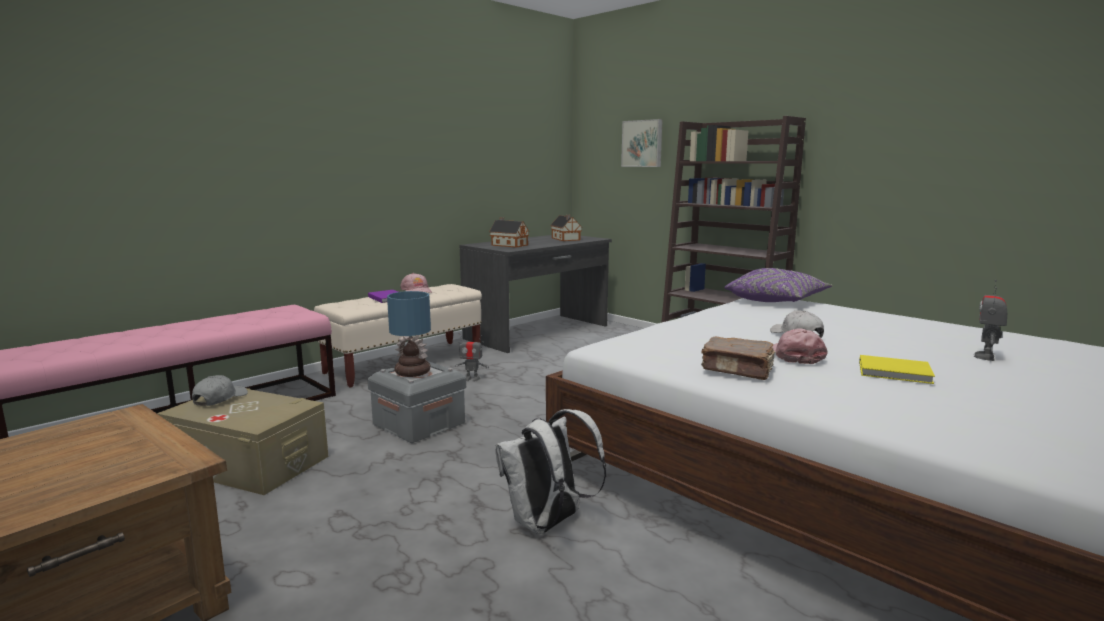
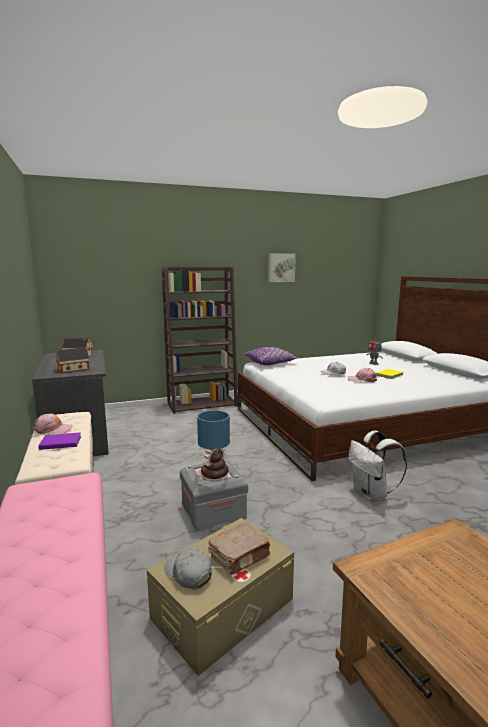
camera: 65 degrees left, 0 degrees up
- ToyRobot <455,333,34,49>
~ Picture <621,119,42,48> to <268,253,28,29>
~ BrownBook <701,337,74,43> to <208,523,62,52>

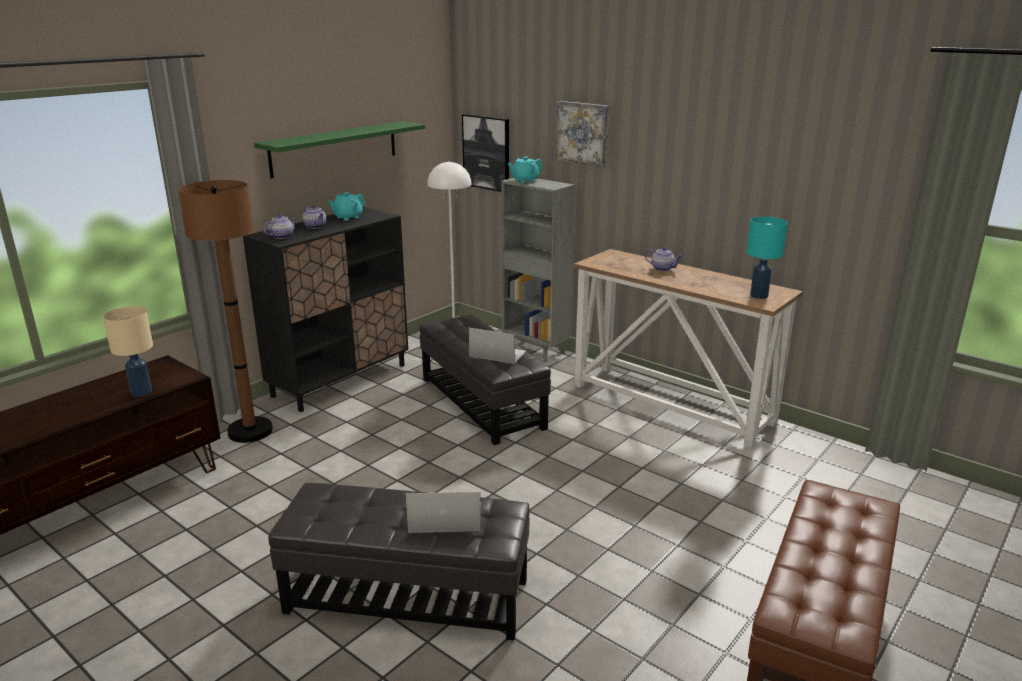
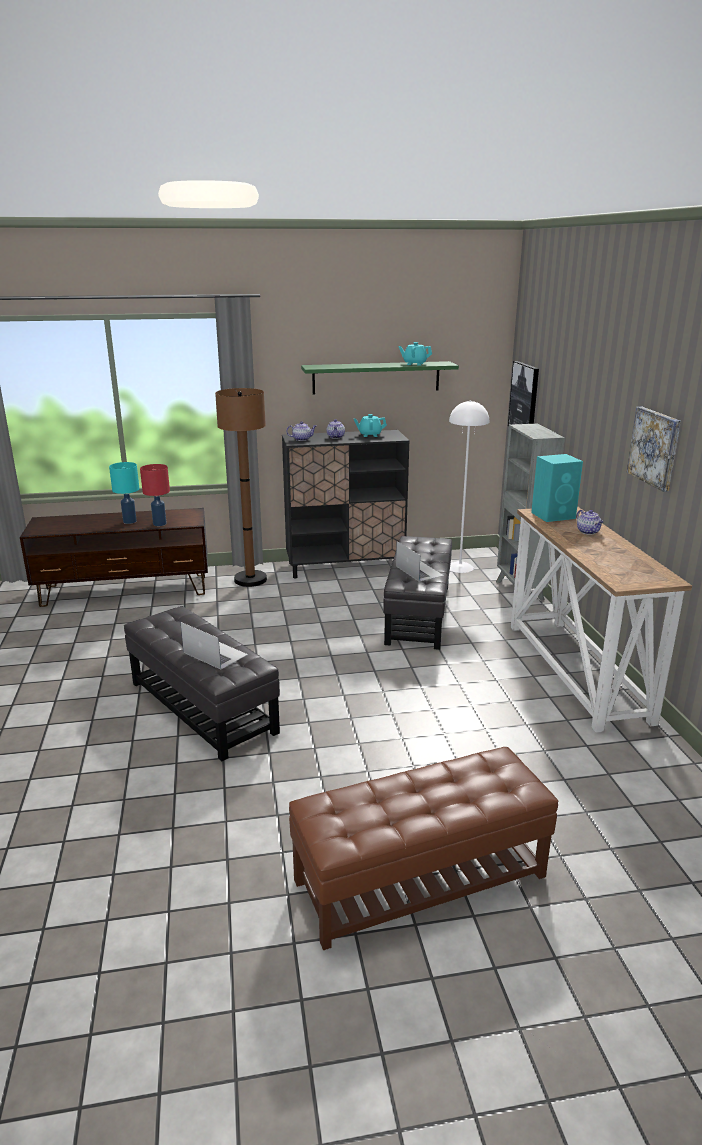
camera: 40 degrees right, 0 degrees up
+ TurquoiseSpeaker <531,454,52,68>
~ TurquoiseTeapot <508,156,35,27> to <398,342,34,24>
~ Picture <556,101,53,66> to <627,407,54,85>
~ TurquoiseTableLamp <747,217,41,82> to <109,462,31,62>
~ BeigeTableLamp <103,306,50,91> to RedTableLamp <140,464,30,62>

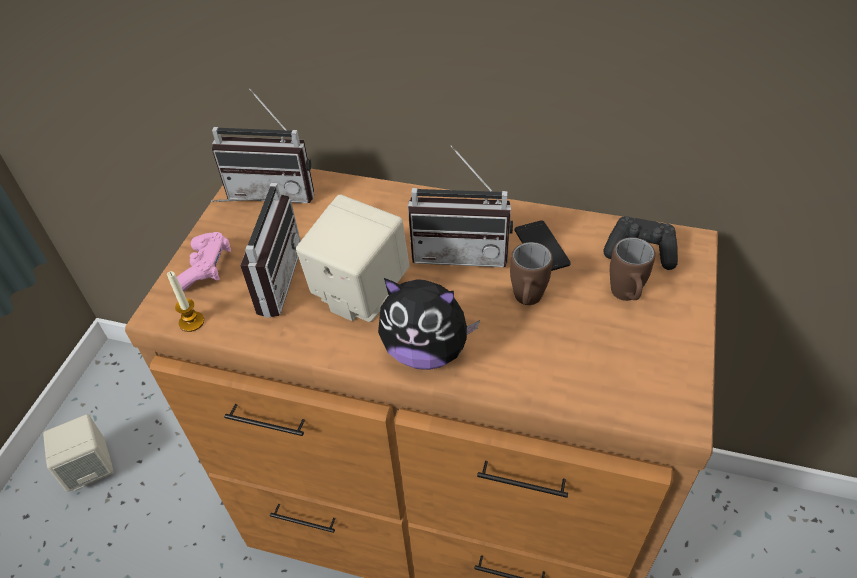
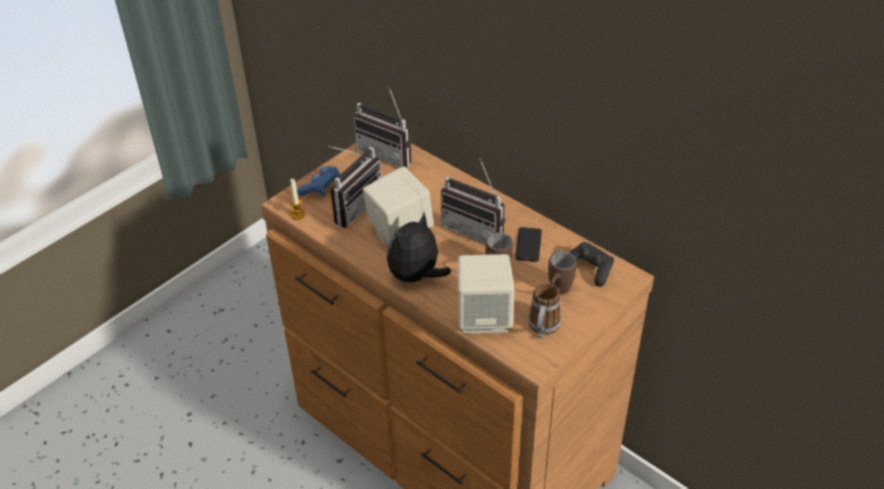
camera: 25 degrees right, 5 degrees down
+ Mug <528,283,33,55>
~ BeigeSpeaker <43,414,71,78> to <458,254,56,80>
~ PinkGameController <177,232,54,59> to BlueGameController <297,166,43,30>
~ PlushToy <378,278,102,92> = <387,212,64,74> 90 degrees clockwise

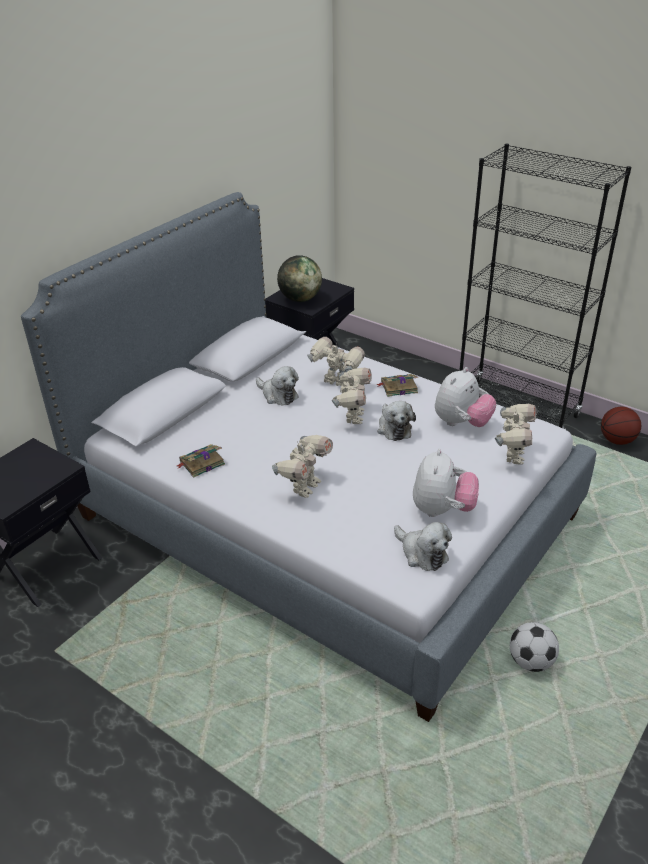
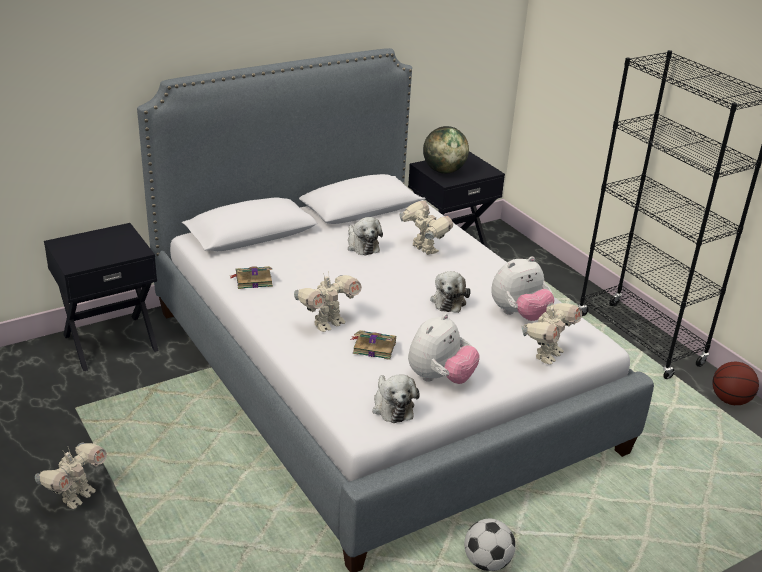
camera: 20 degrees right, 5 degrees down
~ ToyRobot <332,368,40,56> to <35,442,72,67>
~ Book <376,374,42,23> to <351,330,45,30>

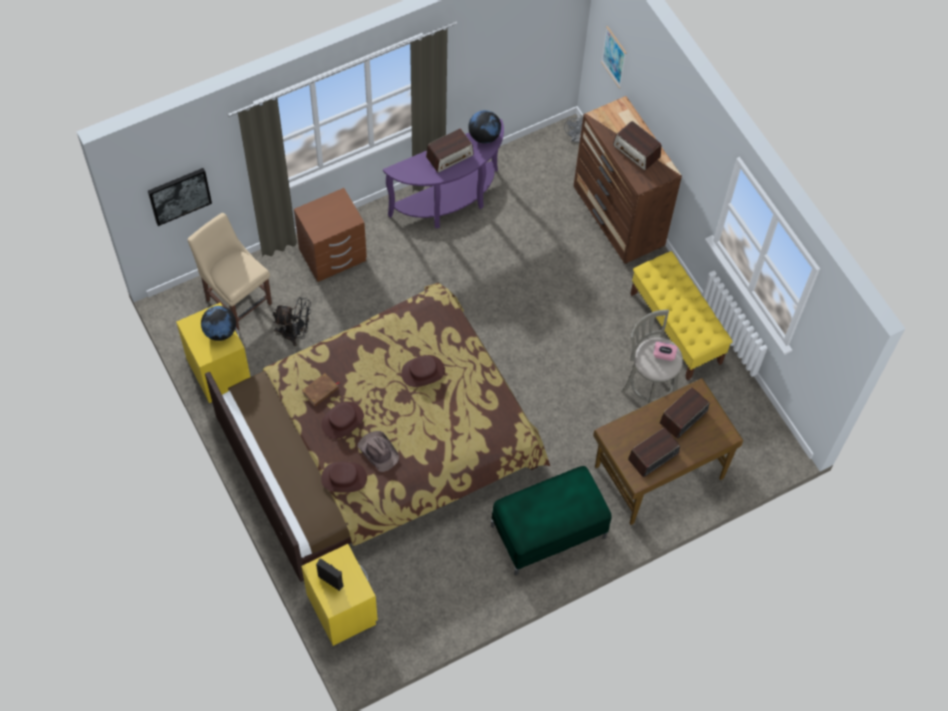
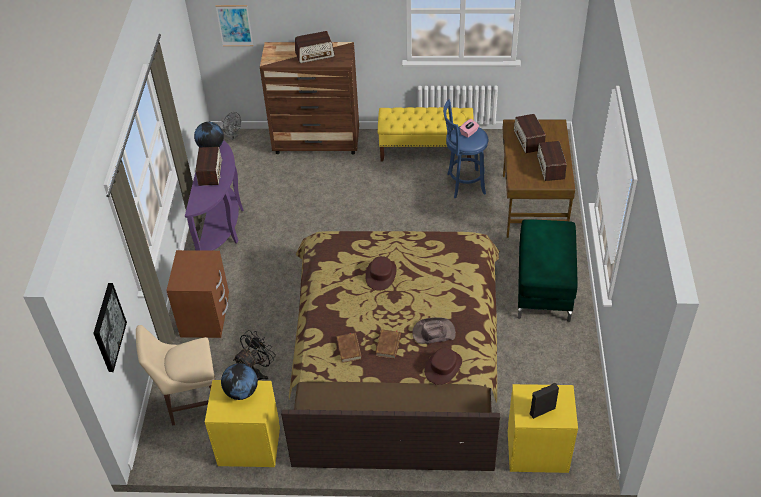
camera: 55 degrees left, 15 degrees down
~ BrownHat <321,401,43,38> to BrownBook <376,329,25,30>
~ GreyStool <621,310,62,94> to BlueStool <443,99,45,100>

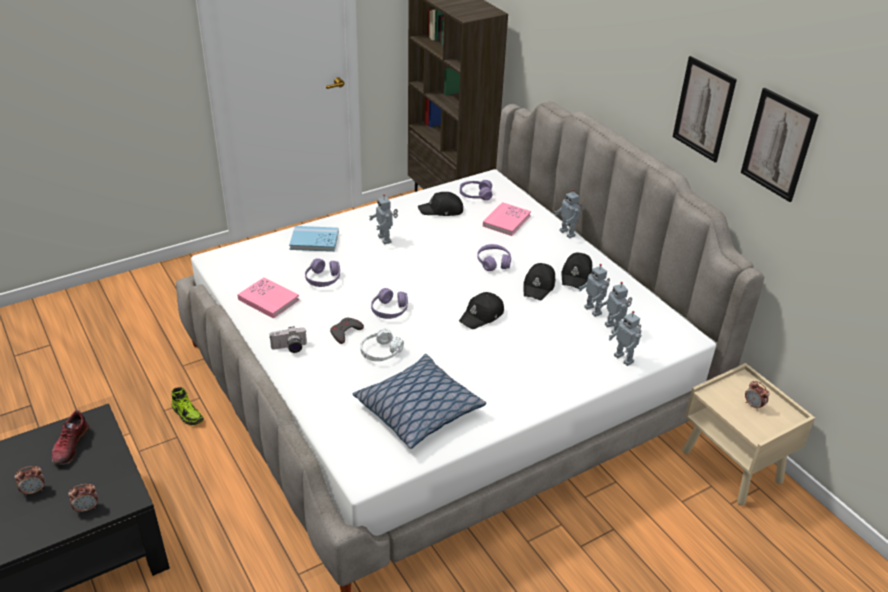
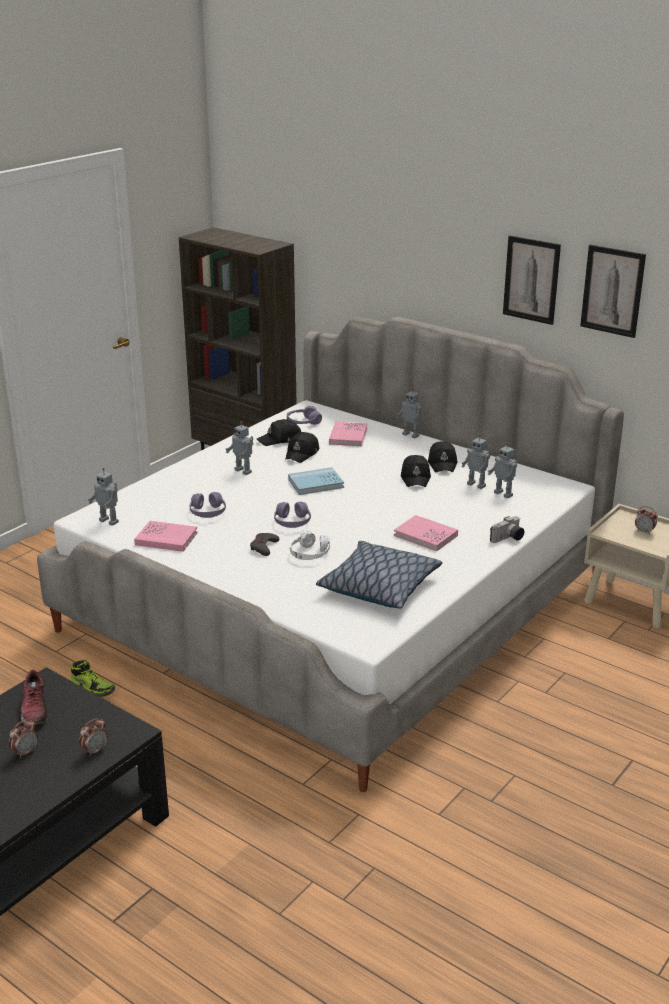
camera: 20 degrees left, 10 degrees down
- PurpleHeadphones <477,244,34,27>
+ PinkBook <394,515,64,36>
~ PhotoCamera <269,326,38,27> to <490,516,34,27>
~ BlueBook <289,226,50,26> to <288,467,56,28>
~ BlackCap <459,292,45,37> to <285,432,34,31>
~ ToyRobot <608,311,33,55> to <88,468,31,58>

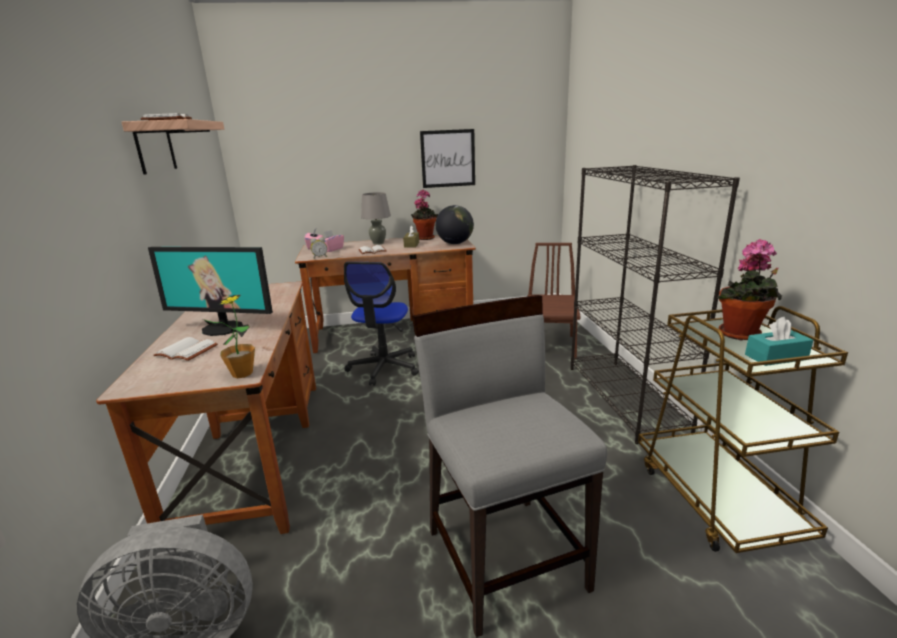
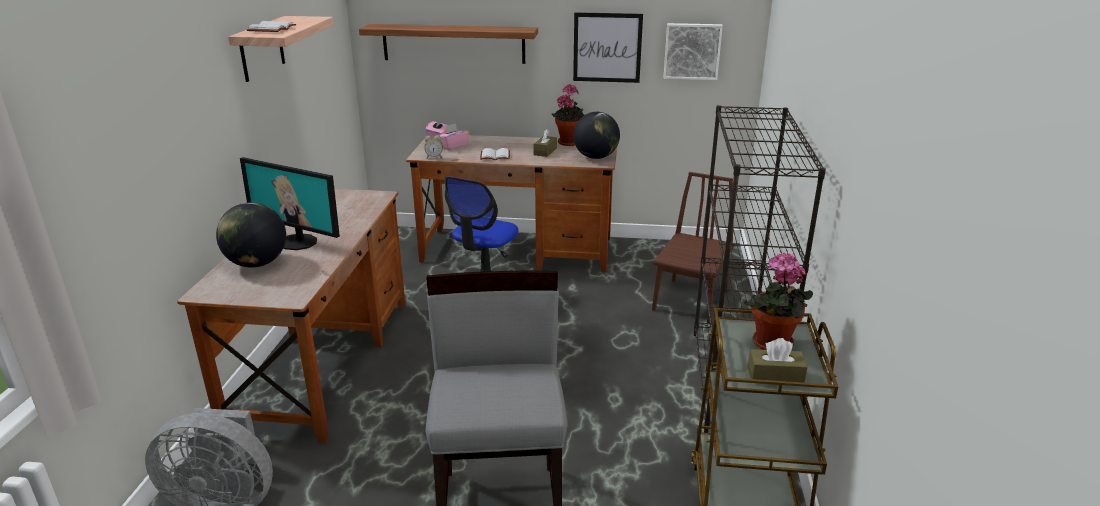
camera: 15 degrees right, 5 degrees up
- PottedPlant <203,295,52,83>
- GreyTableLamp <361,192,30,53>
+ Shelf <359,24,179,40>
+ Picture <664,23,59,57>
~ WhiteBook <154,337,64,24> to Globe <216,202,70,66>
~ TurquoiseTissueBox <745,317,68,49> to BrownTissueBox <748,338,60,45>

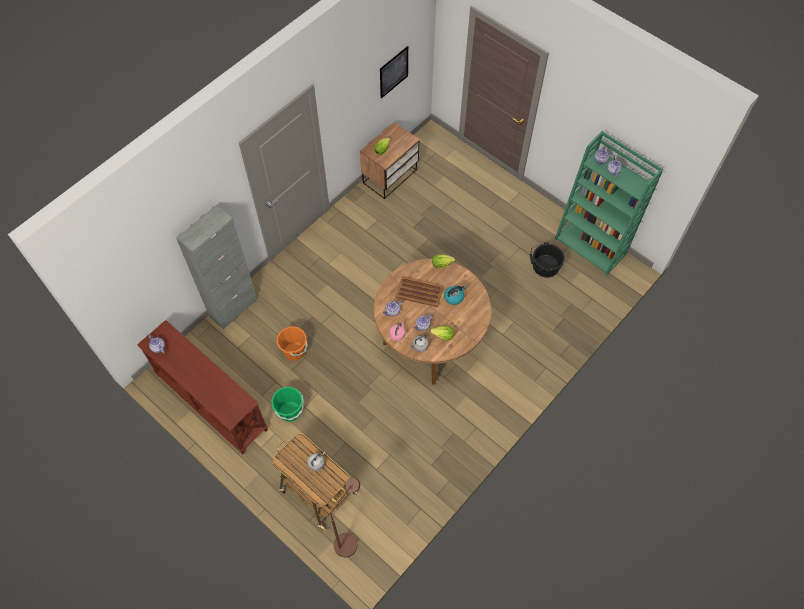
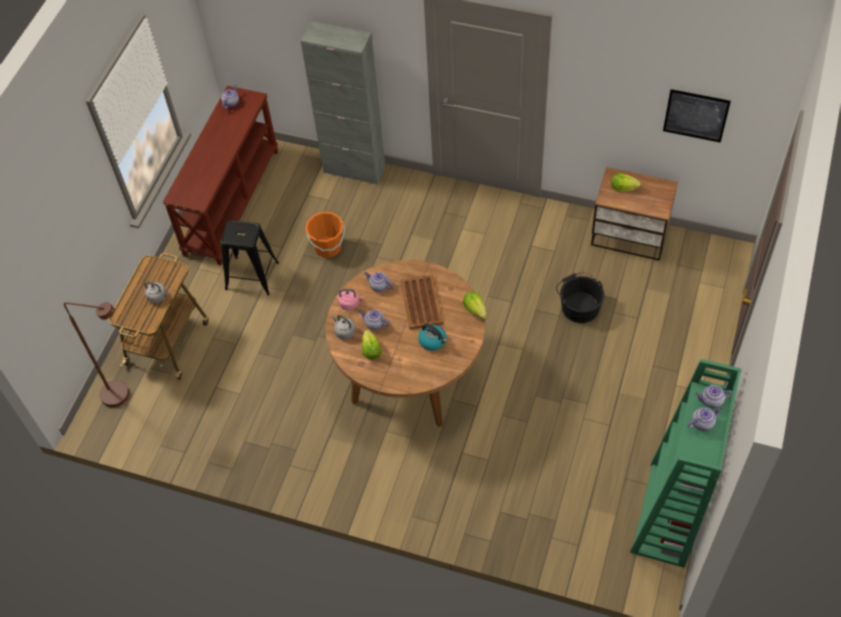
camera: 70 degrees right, 5 degrees down
~ BlackBucket <530,242,35,35> to <556,273,48,50>
~ GreenBucket <271,387,33,35> to BlackStool <220,220,59,75>

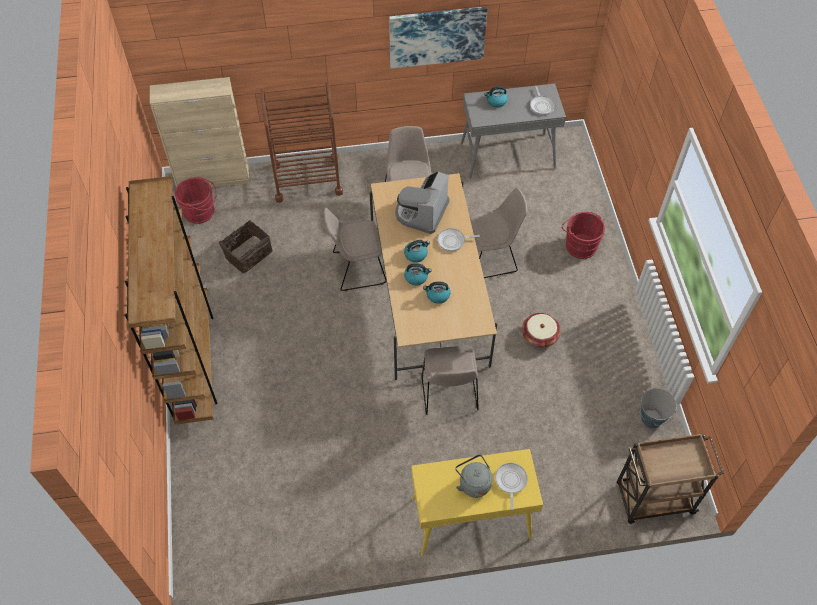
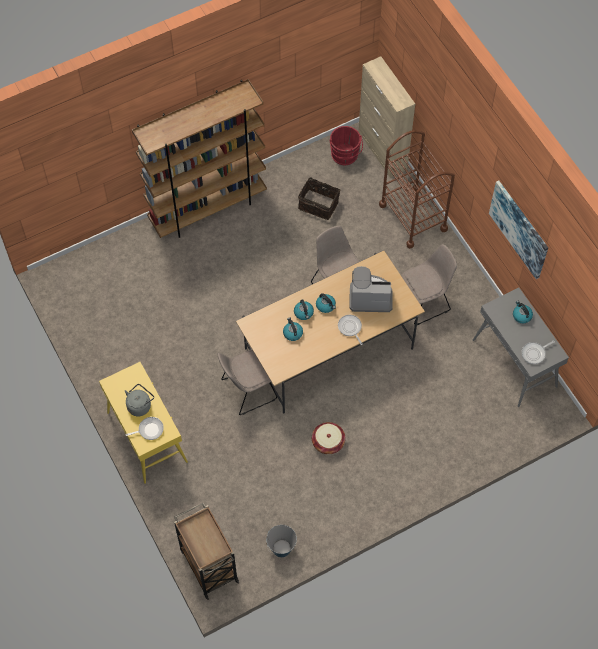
camera: 70 degrees right, 5 degrees up
- BeigeChair <469,188,58,90>
- RedBucket <562,212,43,47>

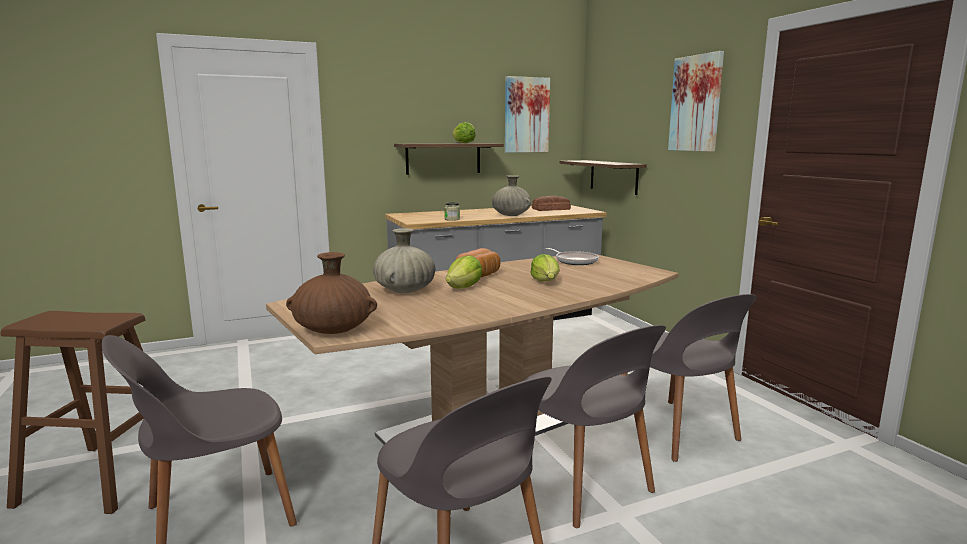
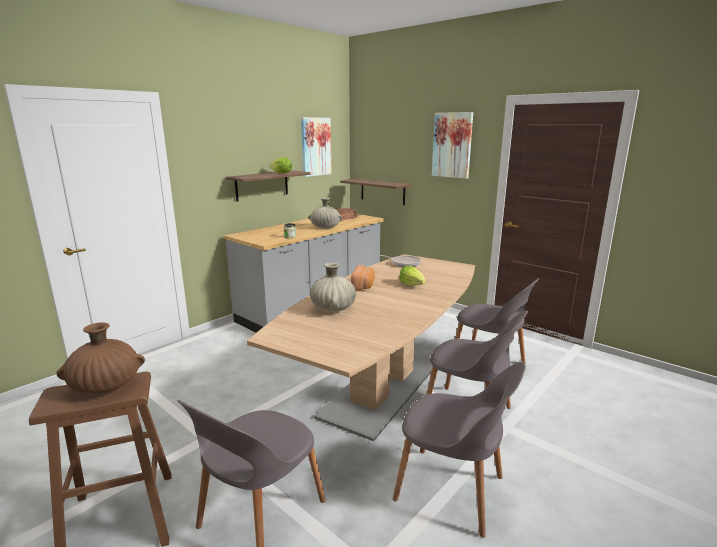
camera: 25 degrees left, 5 degrees up
- Lettuce <446,255,37,34>
~ BrownVase <286,252,91,82> to <56,322,89,72>

